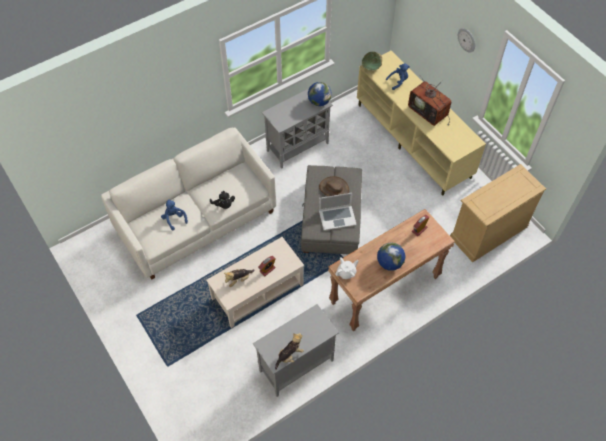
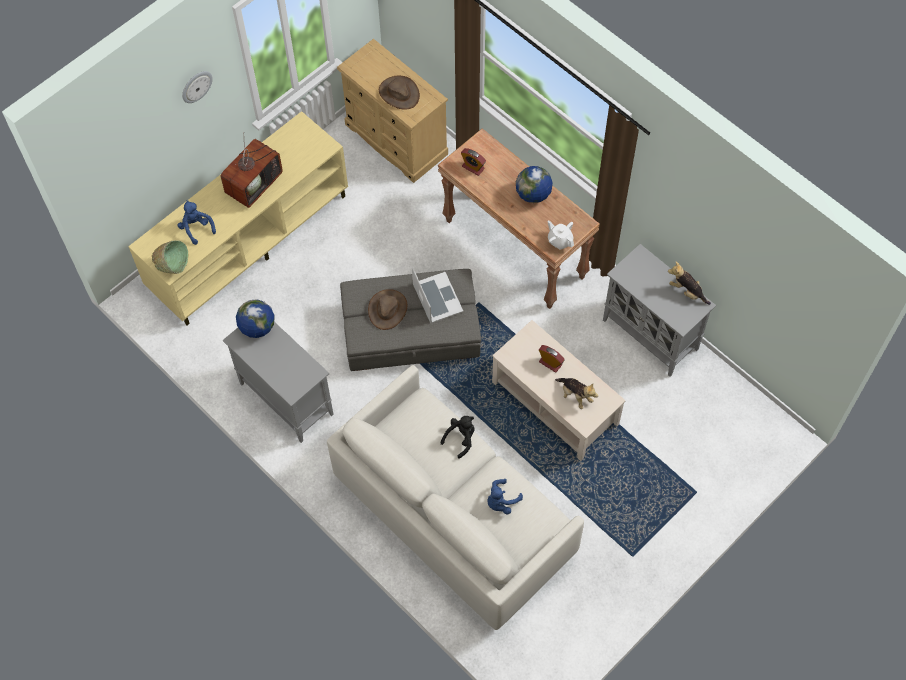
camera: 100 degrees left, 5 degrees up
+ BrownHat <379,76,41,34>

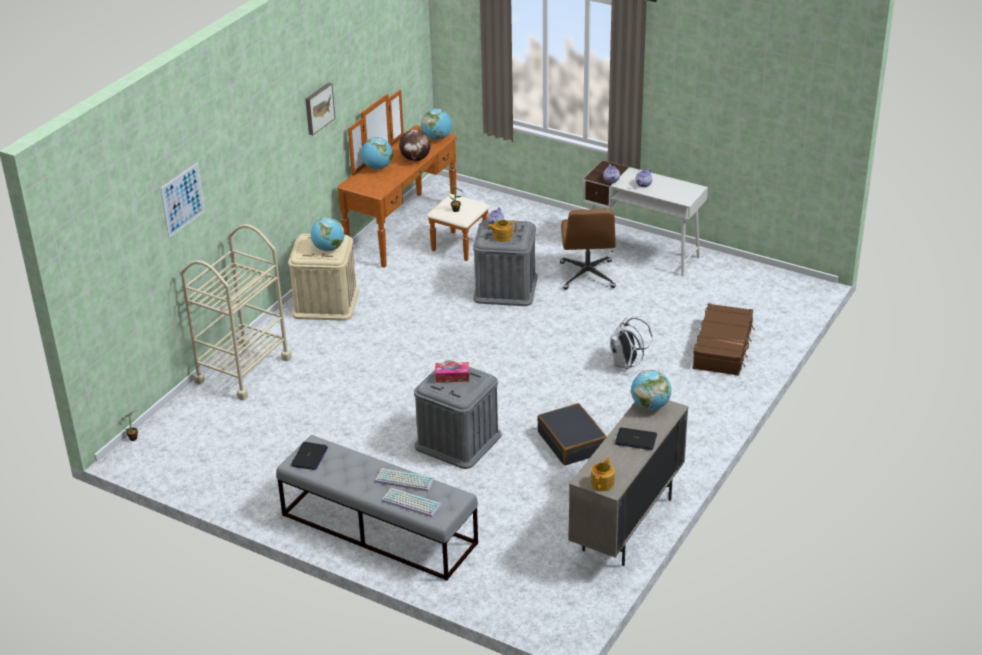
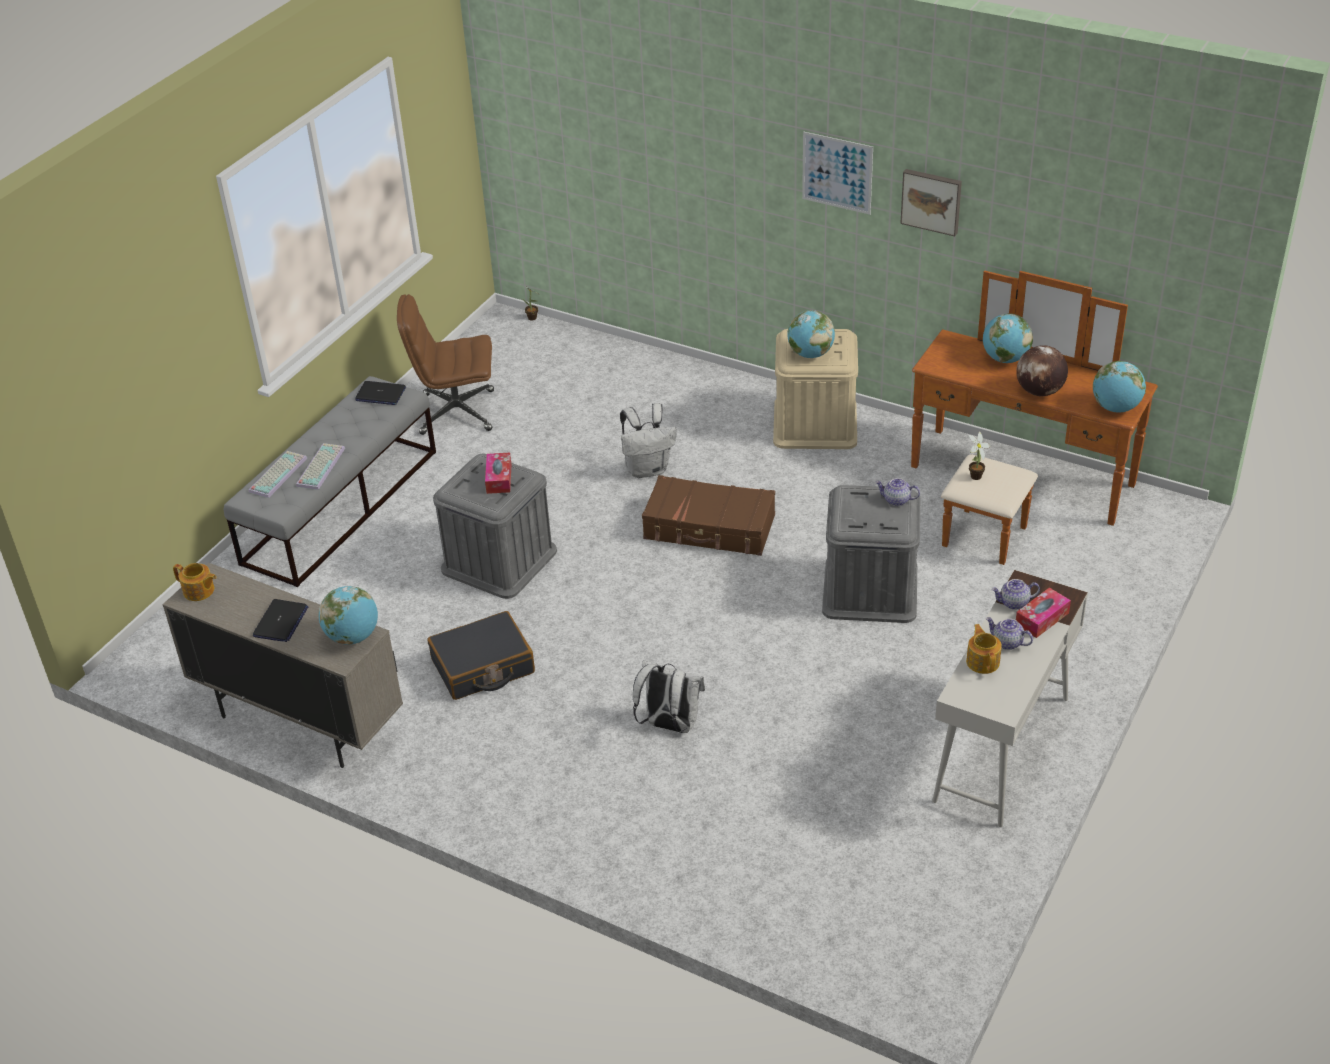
camera: 90 degrees right, 5 degrees up
- BeigeCart <181,224,111,176>
+ WhiteBackpack <620,403,57,75>
+ TissueBox <1016,587,55,51>
~ Picture <161,162,44,76> to <802,132,71,83>
~ Teapot <488,220,29,22> to <966,624,36,50>
~ BrownOfficeChair <560,209,56,81> to <397,294,97,141>
~ BrownSuitcase <692,303,63,73> to <642,475,133,81>

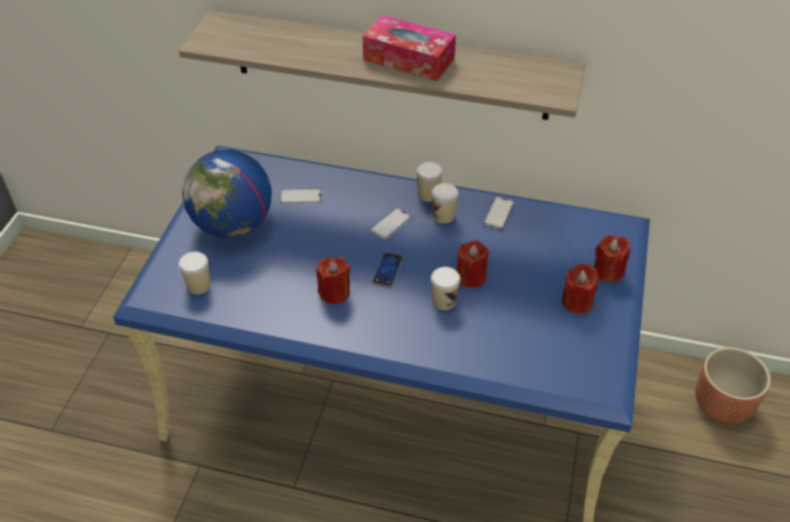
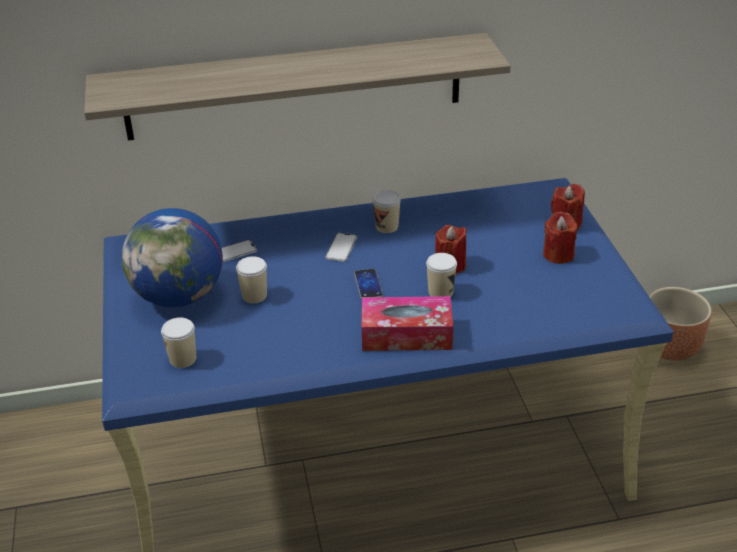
camera: 25 degrees left, 10 degrees down
- RedCandle <316,257,34,48>
- Phone <484,197,30,32>
~ TissueBox <363,15,93,66> to <362,296,91,55>
~ Cup <416,162,26,40> to <236,256,31,47>

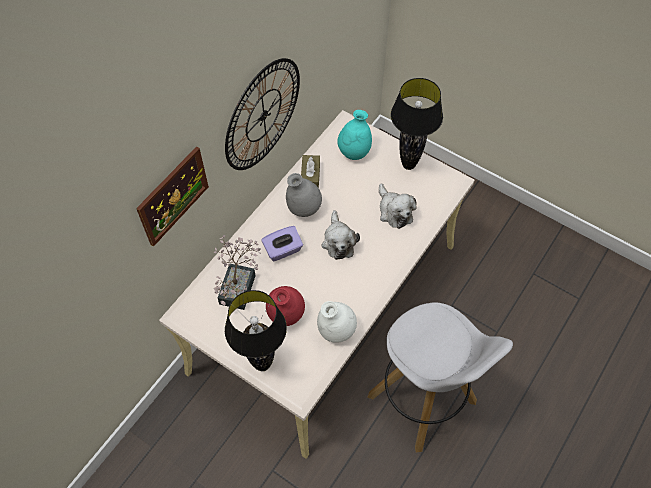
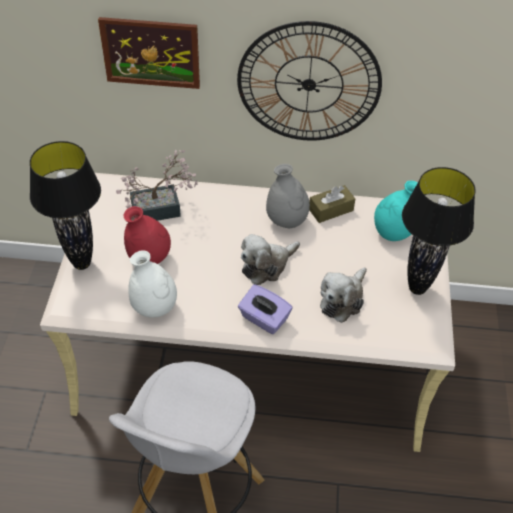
camera: 60 degrees right, 10 degrees down
~ PurpleTissueBox <261,226,42,35> to <238,284,55,50>

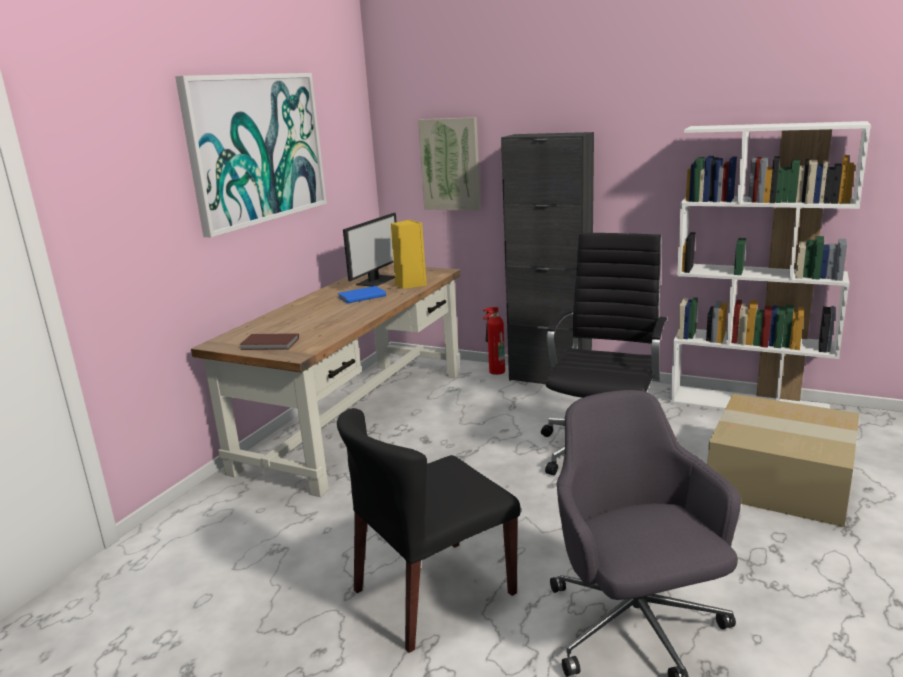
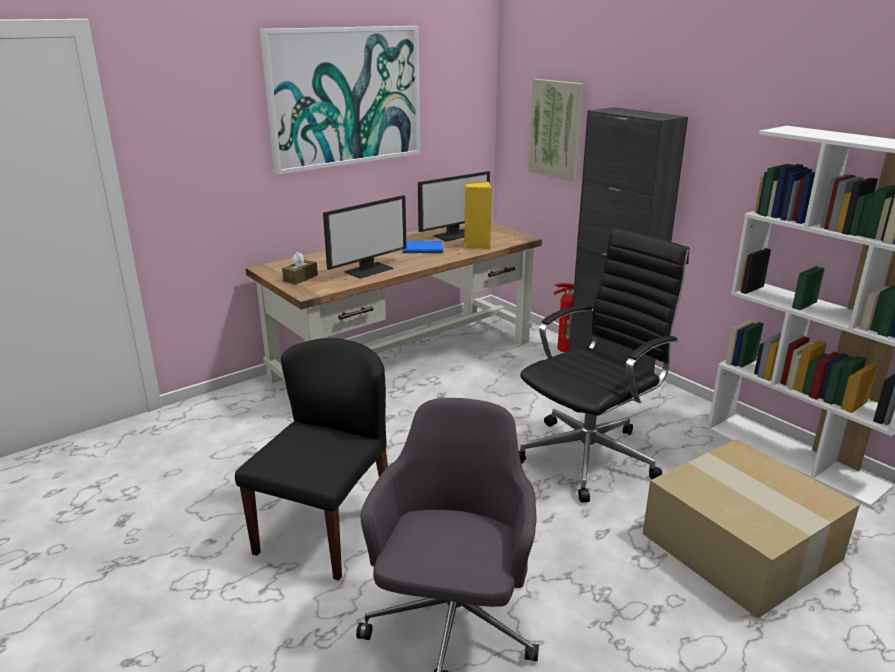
camera: 25 degrees right, 5 degrees up
+ Monitor <323,195,84,84>
~ BrownBook <239,333,60,17> to BrownTissueBox <282,252,36,33>
~ BlackChair <337,408,184,245> = <235,338,153,243> 120 degrees clockwise

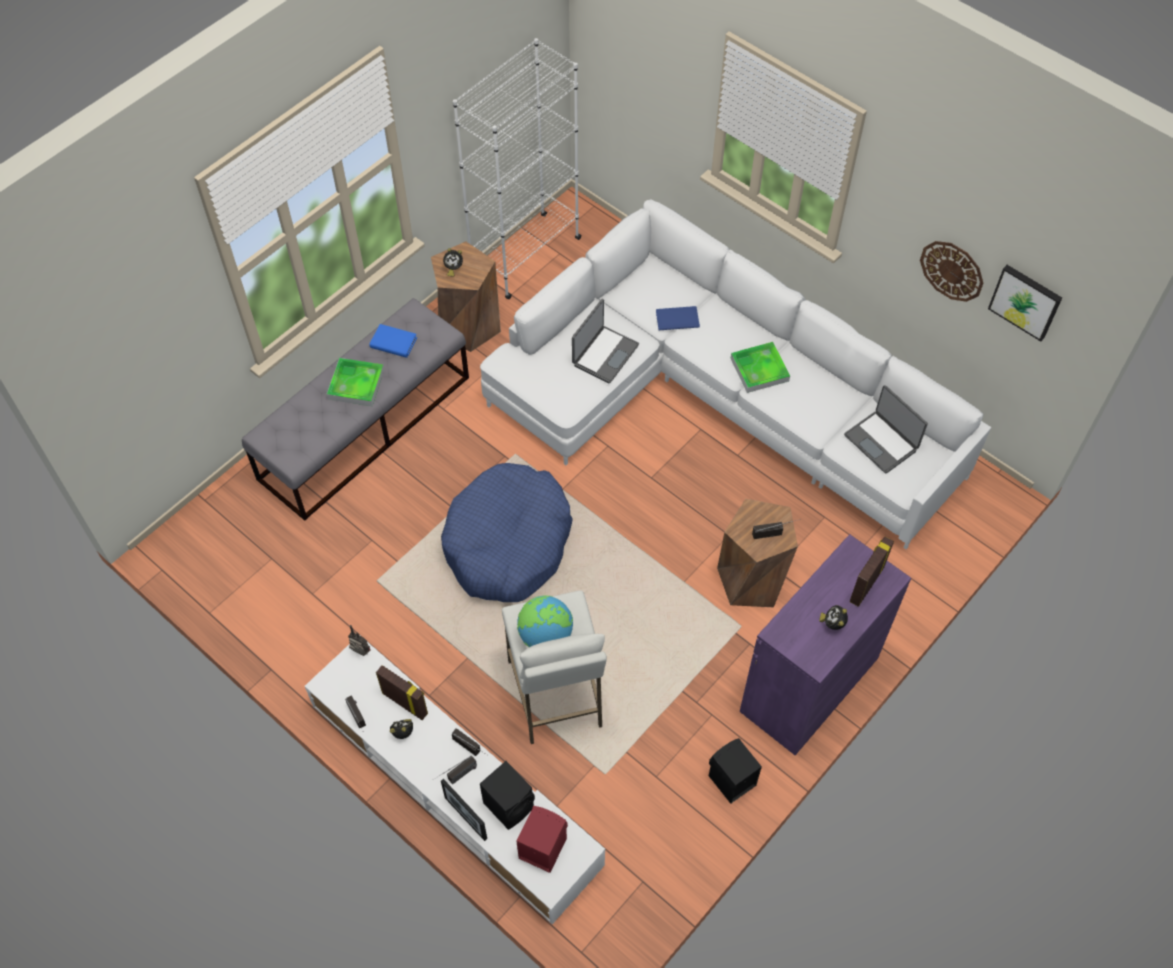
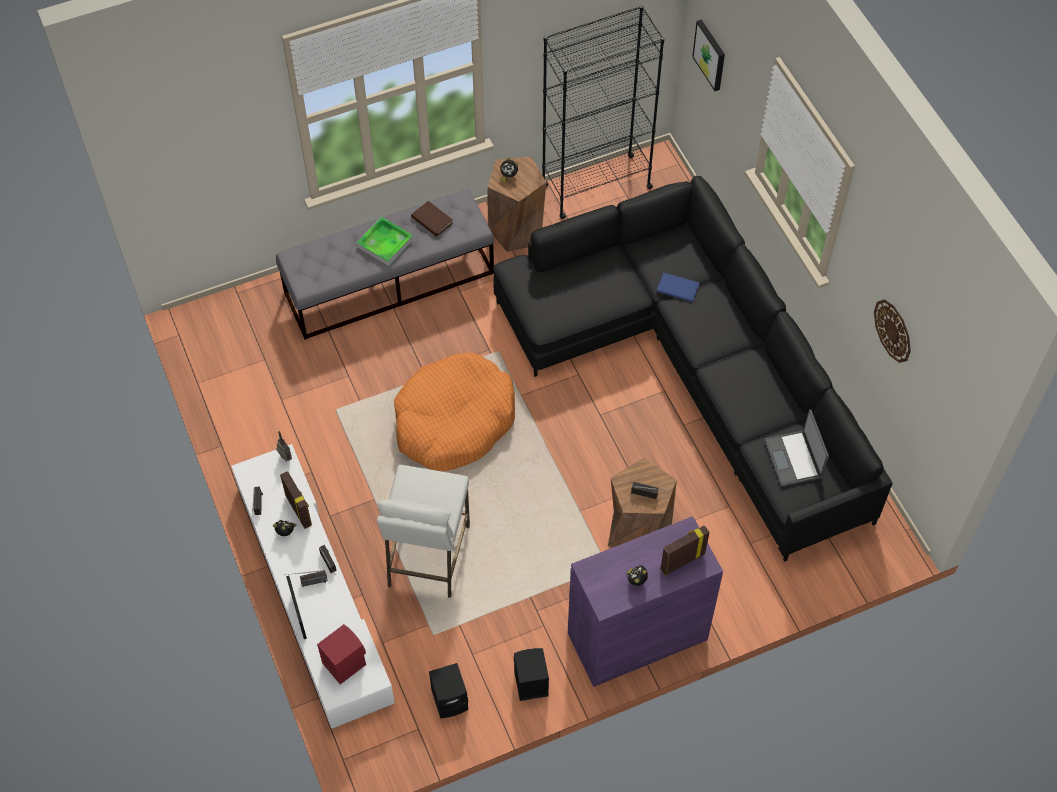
camera: 25 degrees right, 0 degrees up
- Globe <517,596,56,51>
- Laptop <572,299,67,85>
- Tray <731,342,59,51>
~ BlackSpeaker <480,761,55,69> to <429,663,39,55>
~ Picture <988,265,74,76> to <692,20,33,71>
~ BlueBook <369,324,48,34> to BrownBook <411,201,42,36>
~ BlueDogBed <441,463,132,139> to OrangeDogBed <394,352,121,120>
~ WhiteBookcase <453,38,129,261> to BlackBookcase <542,5,123,214>
~ WhiteSofa <480,199,511,350> to BlackSofa <493,176,400,386>

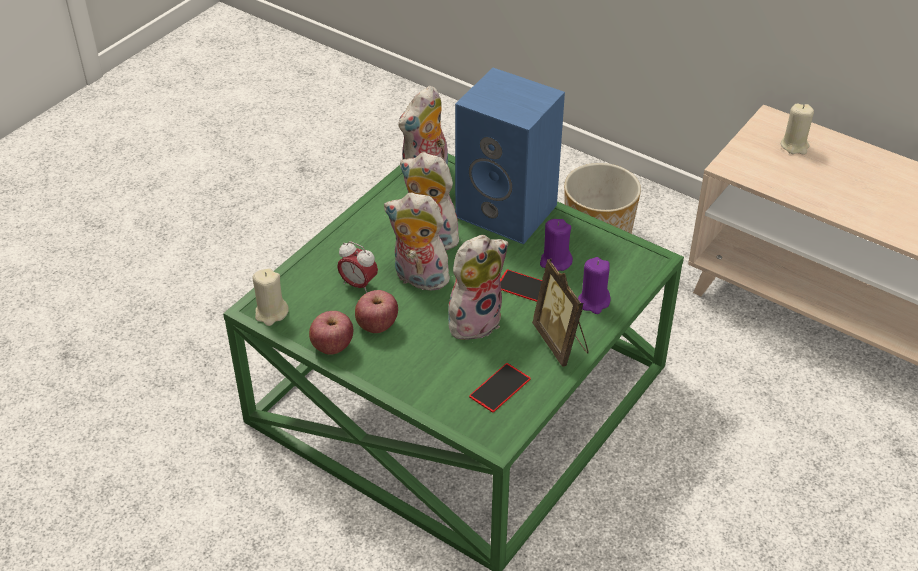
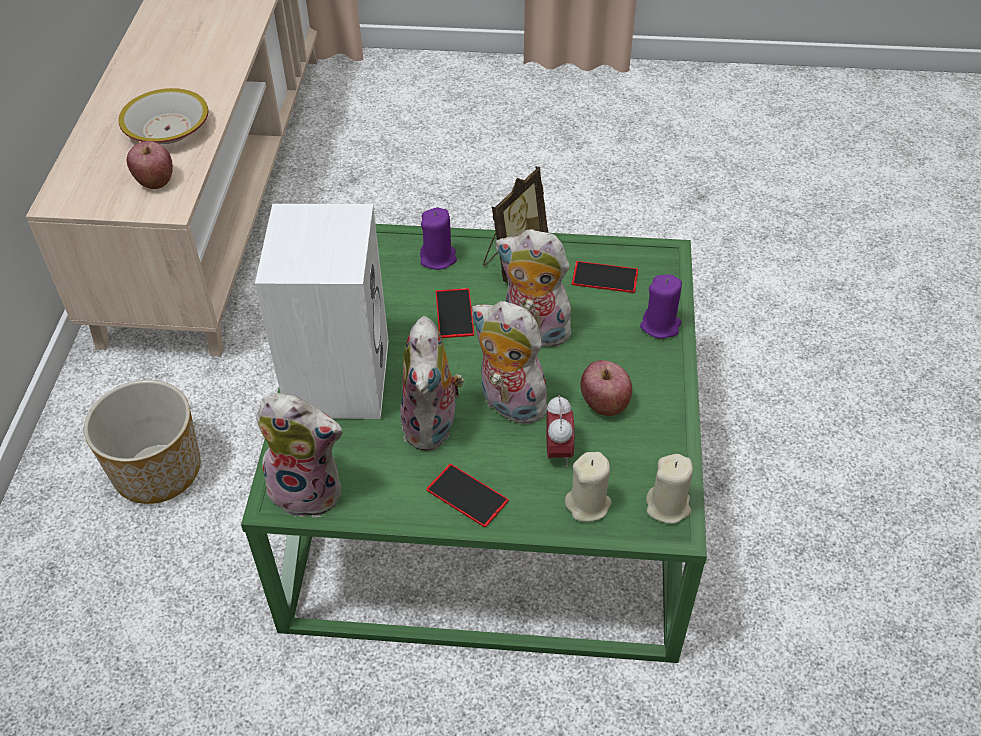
camera: 120 degrees left, 5 degrees up
+ Bowl <118,88,91,56>
+ Phone <426,464,83,63>
~ Apple <309,311,44,44> to <127,141,46,48>
~ PurpleCandle <540,219,33,52> to <640,275,42,64>
~ BeigeCandle <781,104,33,51> to <565,452,46,69>
~ BlueSpeaker <455,68,110,177> to WhiteSpeaker <255,204,134,215>
~ PlushToy <384,193,66,98> = <471,301,76,123> 135 degrees clockwise

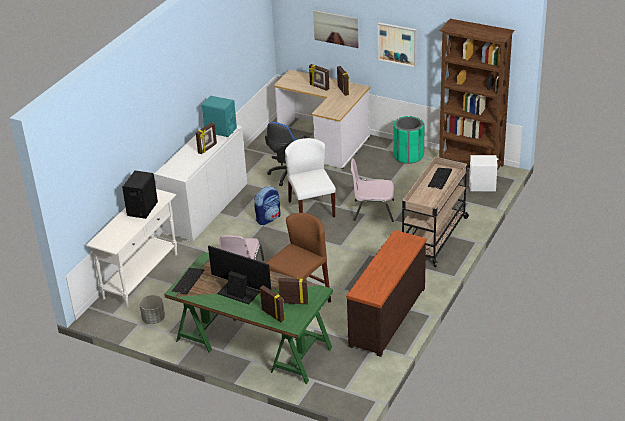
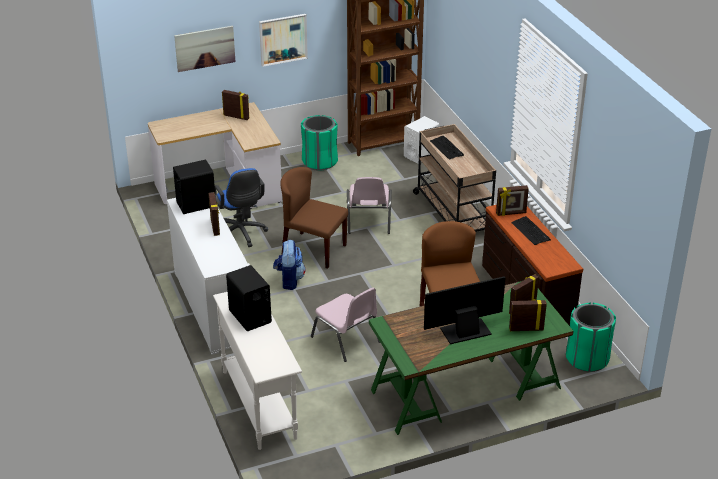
camera: 50 degrees left, 0 degrees up
- GreyPlanter <139,295,26,29>
+ GreenTrashCan <566,302,50,70>
~ Keyboard <172,268,32,27> to <511,216,40,29>
~ PictureFrame <309,64,20,27> to <496,185,33,31>
~ TurquoiseSpeaker <201,96,36,41> to BlackSpeaker <173,159,42,55>
~ WhiteChair <285,138,51,80> to BrownChair <280,167,68,101>
~ PinkChair <351,158,43,64> = <347,177,45,57> 45 degrees counterclockwise

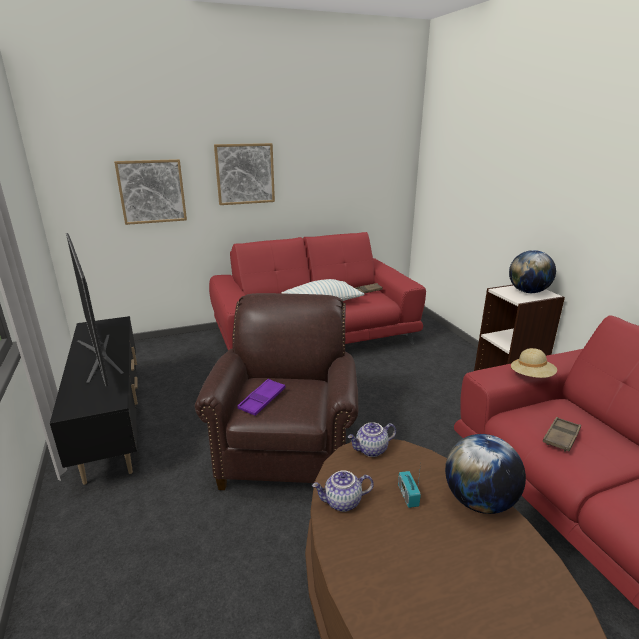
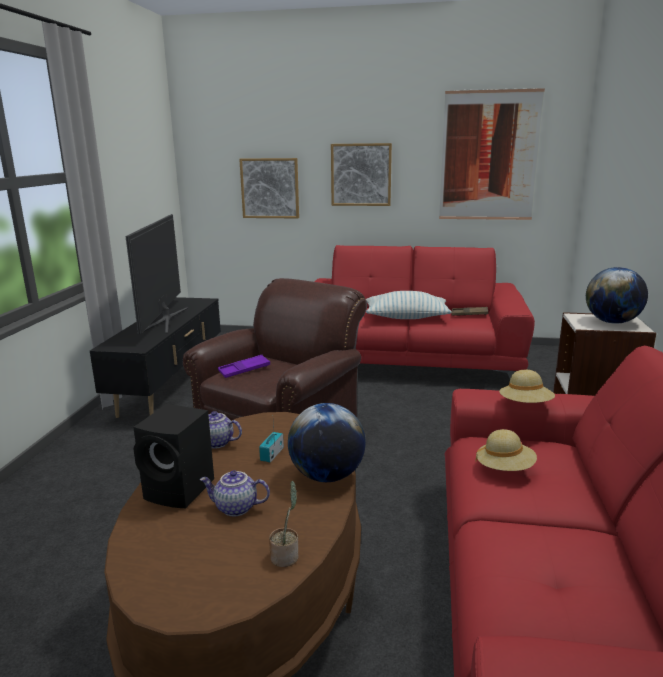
camera: 30 degrees right, 5 degrees down
+ BlackSpeaker <133,404,81,104>
+ PottedPlant <269,481,29,86>
+ Picture <439,88,106,132>
~ Teapot <348,422,48,35> to <200,470,70,46>
~ BrownTray <543,417,38,35> to BeigeHat <476,429,61,42>

